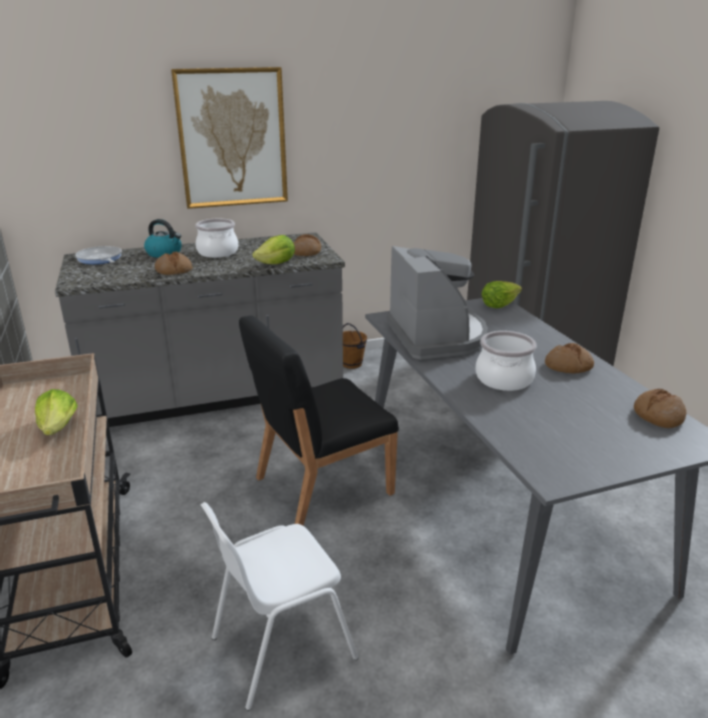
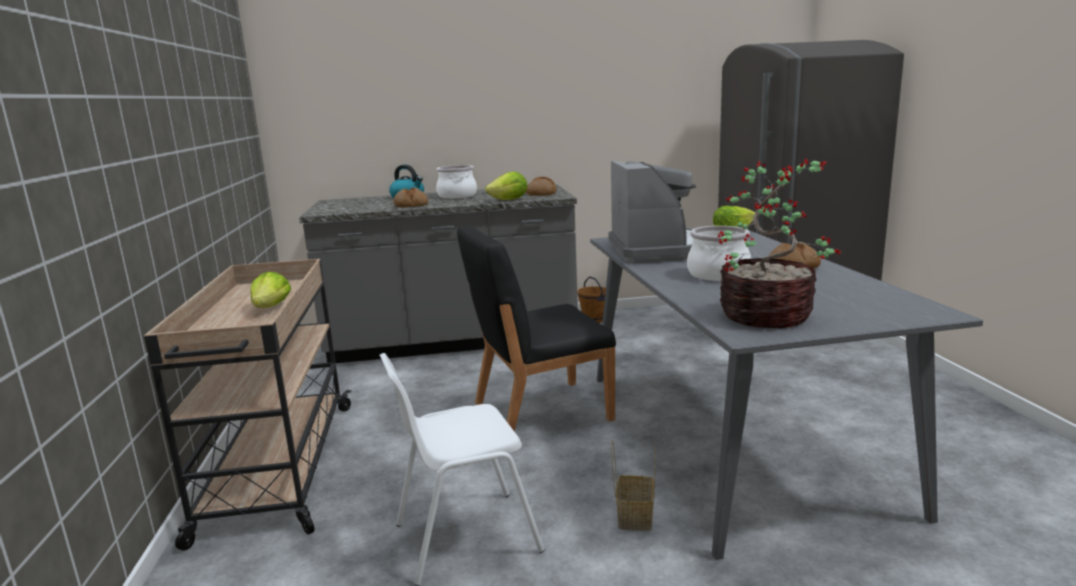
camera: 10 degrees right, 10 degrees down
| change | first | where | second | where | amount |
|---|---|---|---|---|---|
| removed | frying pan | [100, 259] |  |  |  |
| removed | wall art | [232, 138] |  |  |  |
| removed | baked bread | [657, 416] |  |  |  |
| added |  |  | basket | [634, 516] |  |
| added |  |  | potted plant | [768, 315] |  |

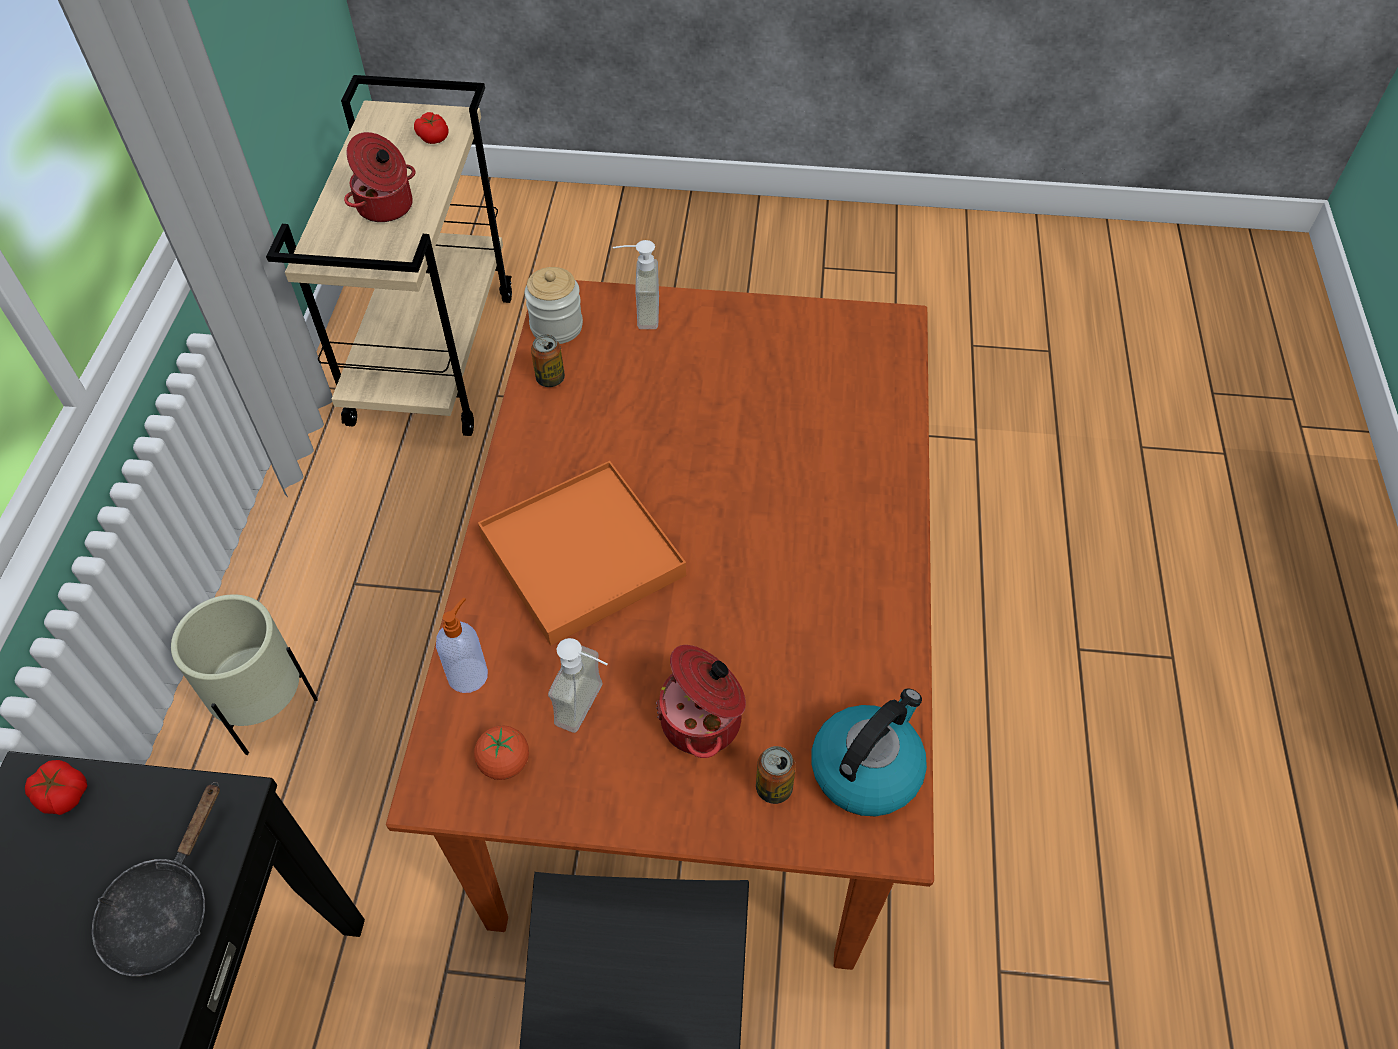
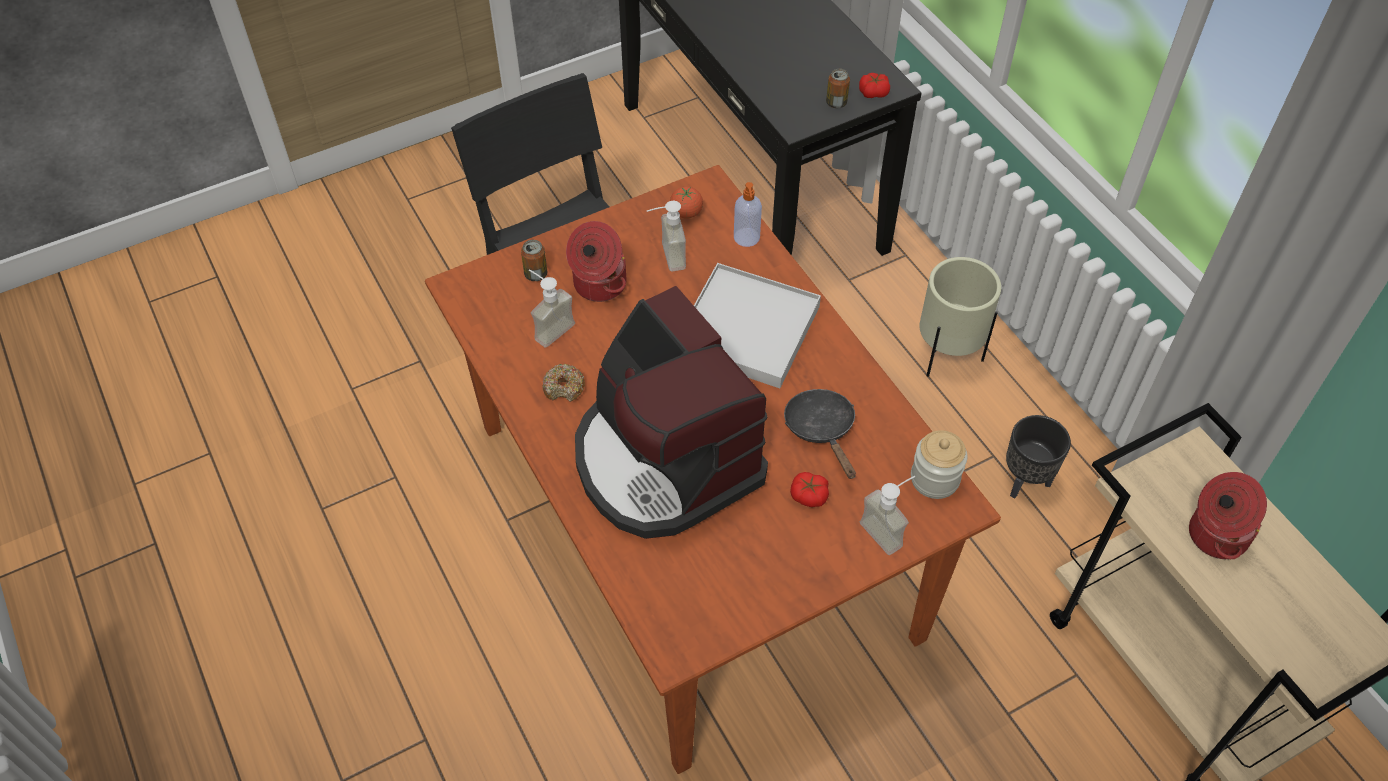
camera: 145 degrees right, 0 degrees up
| change | first | where | second | where | amount |
|---|---|---|---|---|---|
| moved | black-coloured frying pan | [165, 909] |  | [822, 430] |  |
| moved | whole tomato | [433, 137] |  | [809, 495] |  |
| recoloured | orange serving tray | [583, 556] | whitish serving tray | [747, 329] |  |
| moved | sealed can | [550, 379] |  | [836, 103] |  |
| removed | kettle | [866, 768] |  |  |  |
| added |  |  | soap dispenser | [548, 327] |  |
| added |  |  | ring doughnut | [564, 387] |  |
| added |  |  | coffee maker | [664, 461] |  |
| added |  |  | black-coloured plant pot | [1026, 481] |  |

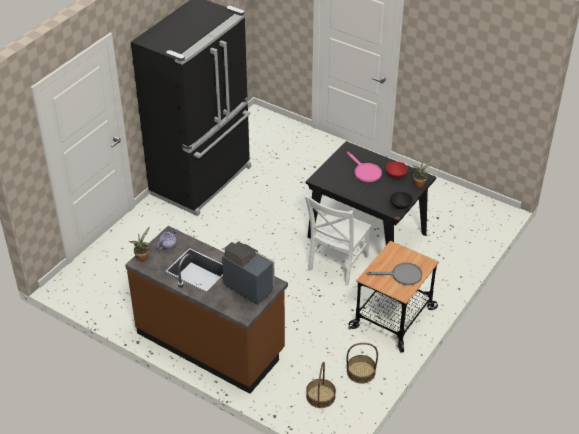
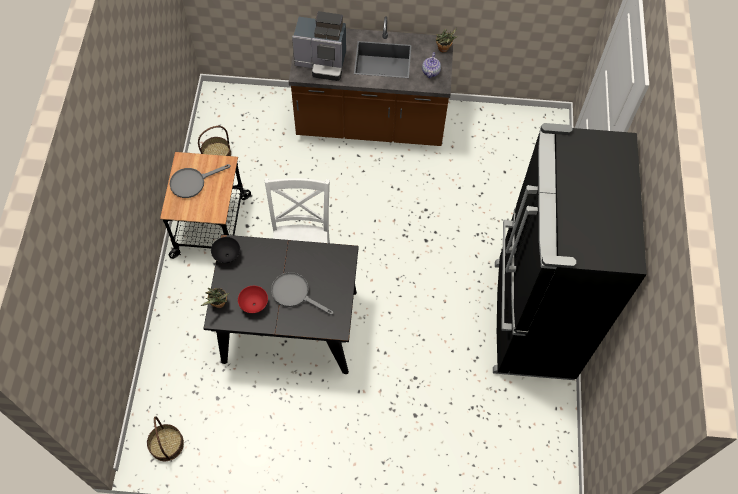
camera: 150 degrees right, 20 degrees up
| change | first | where | second | where | amount |
|---|---|---|---|---|---|
| moved | basket | [320, 396] |  | [166, 444] |  |
| recoloured | pink-coloured frying pan | [365, 172] | grey frying pan | [295, 293] |  |

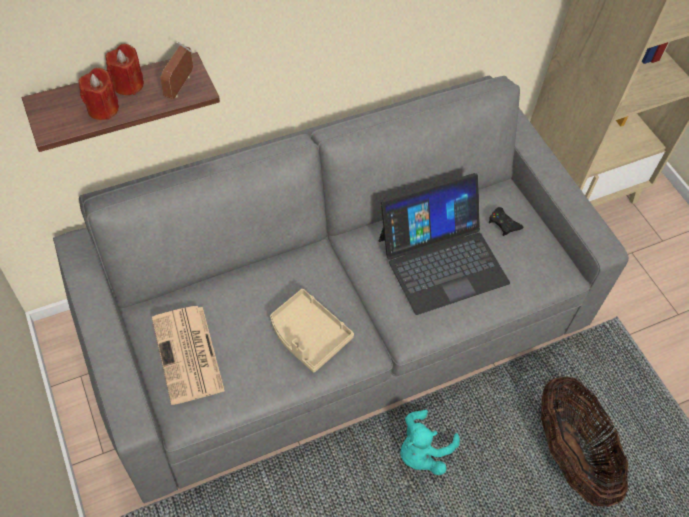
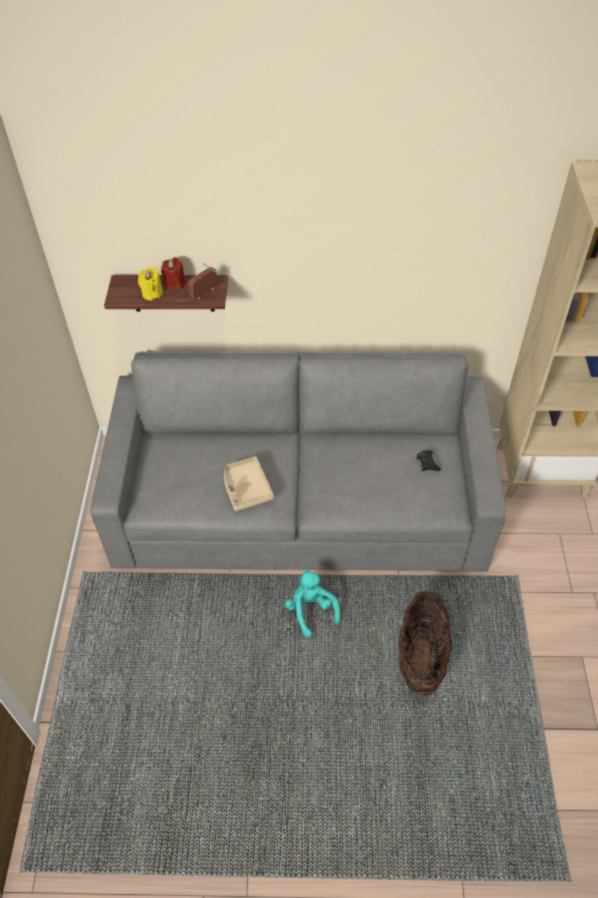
camera: 30 degrees right, 5 degrees down
| change | first | where | second | where | amount |
|---|---|---|---|---|---|
| recoloured | reddish candle | [103, 109] | yellow candle | [152, 294] |  |
| removed | printed paper | [188, 355] |  |  |  |
| removed | portable computer | [442, 260] |  |  |  |
| turned | turquoise-coloured soft toy | [422, 452] |  | [311, 610] | 90 degrees clockwise |

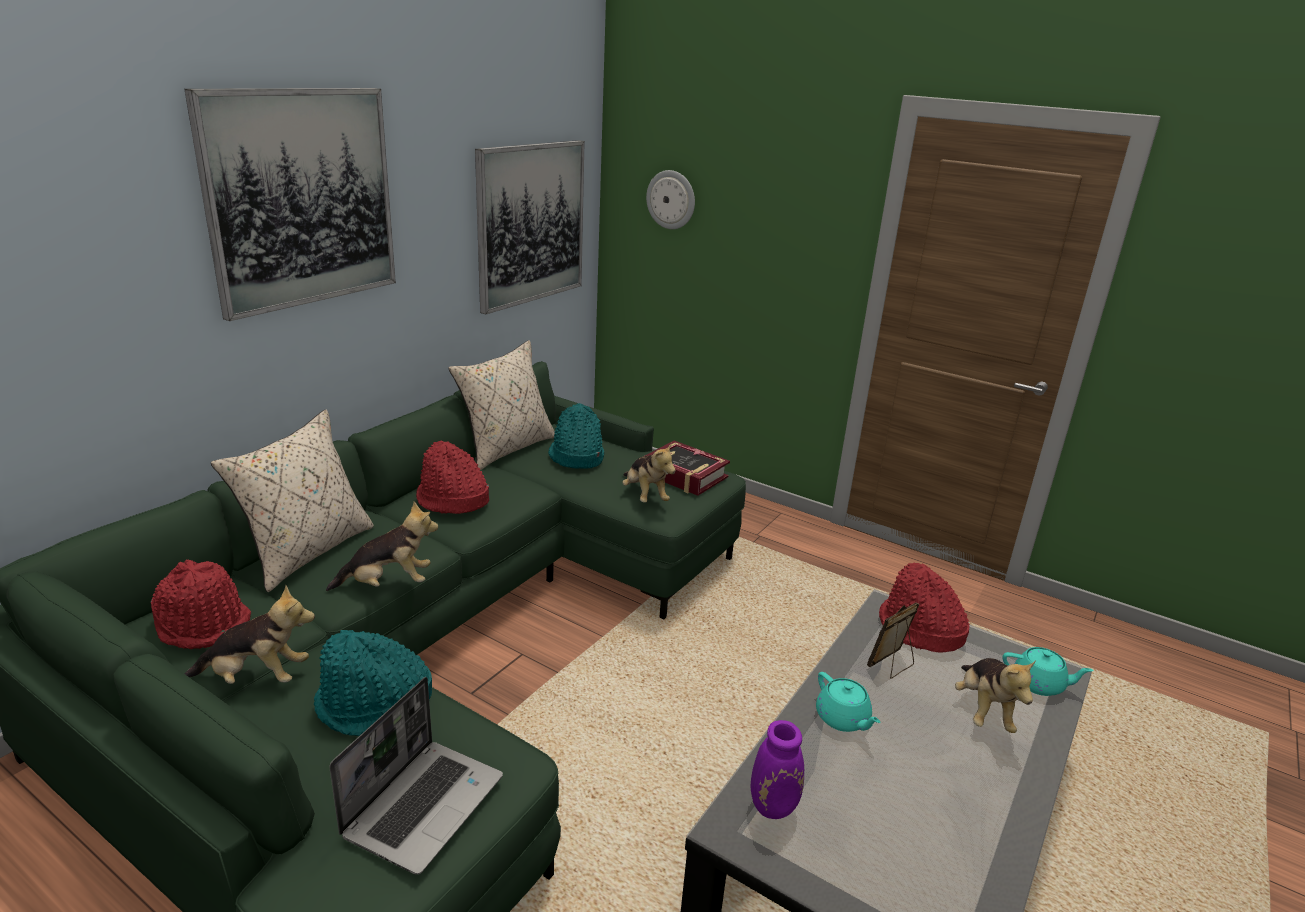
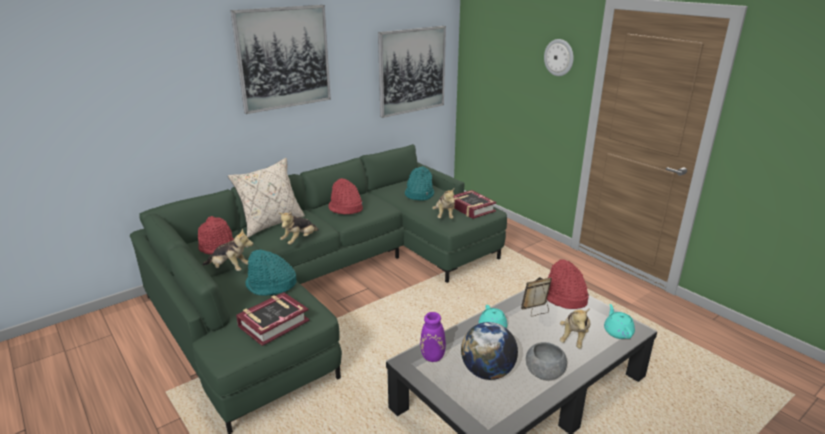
camera: 20 degrees right, 0 degrees up
| change | first | where | second | where | amount |
|---|---|---|---|---|---|
| turned | soft toy | [388, 584] |  | [299, 240] | 120 degrees clockwise |
| replaced | portable computer | [424, 804] | volume | [273, 323] |  |
| removed | sand-coloured cushion | [506, 448] |  |  |  |
| moved | clock on the wall | [671, 199] |  | [559, 57] |  |
| turned | turquoise-coloured teapot | [1039, 684] |  | [617, 332] | 135 degrees counterclockwise |
| added |  |  | world globe | [487, 372] |  |
| added |  |  | grey deep dish | [544, 373] |  |

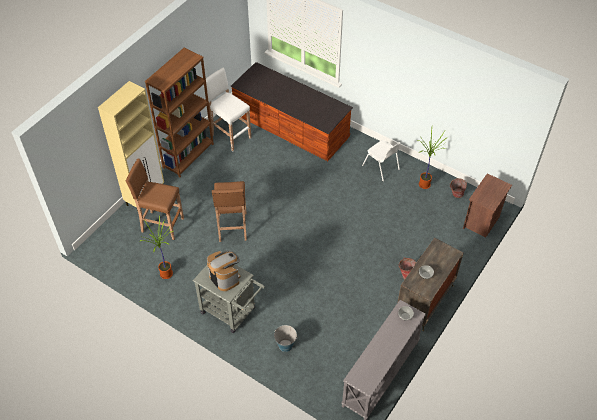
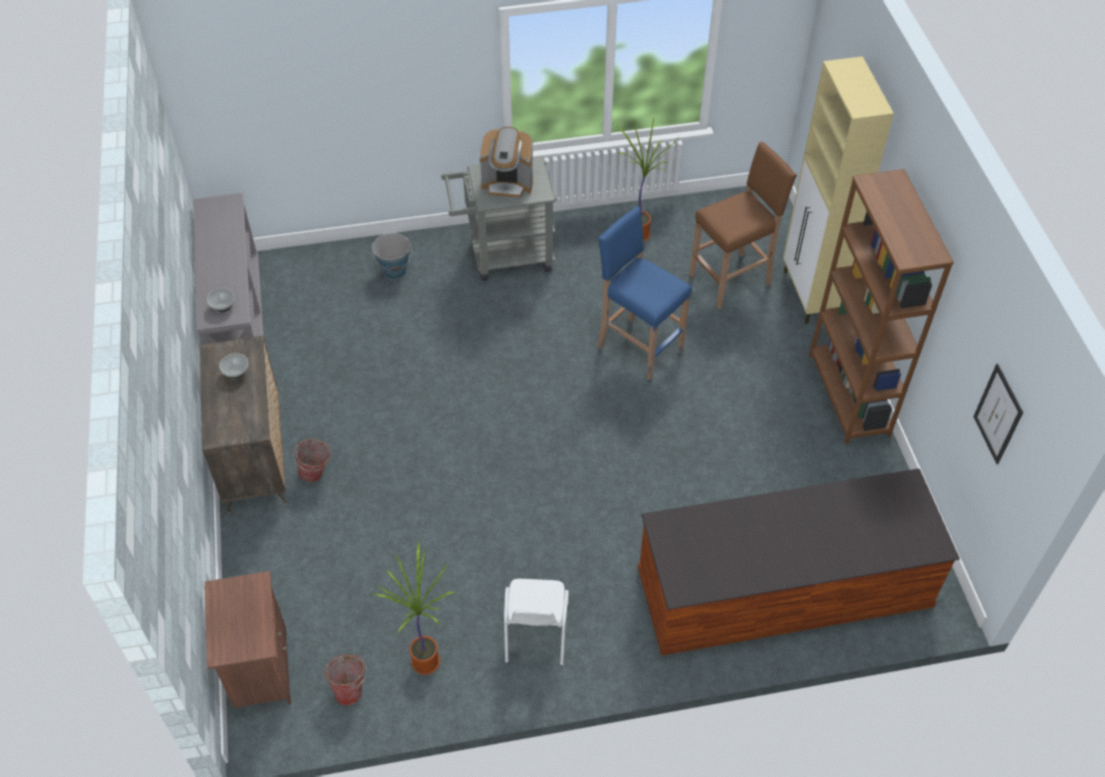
camera: 135 degrees right, 0 degrees up
| change | first | where | second | where | amount |
|---|---|---|---|---|---|
| removed | whitish stool | [230, 136] |  |  |  |
| recoloured | brown stool | [232, 228] | blue stool | [638, 347] |  |
| turned | whitish plain chair | [381, 167] |  | [535, 633] | 90 degrees counterclockwise |
| added |  |  | wall art | [998, 414] |  |

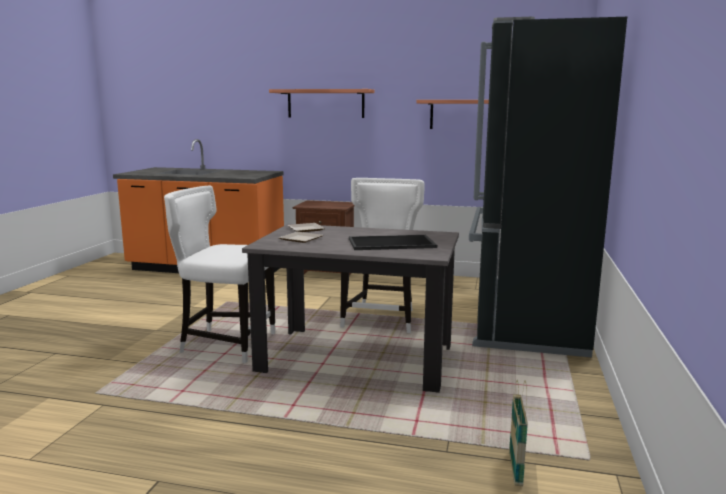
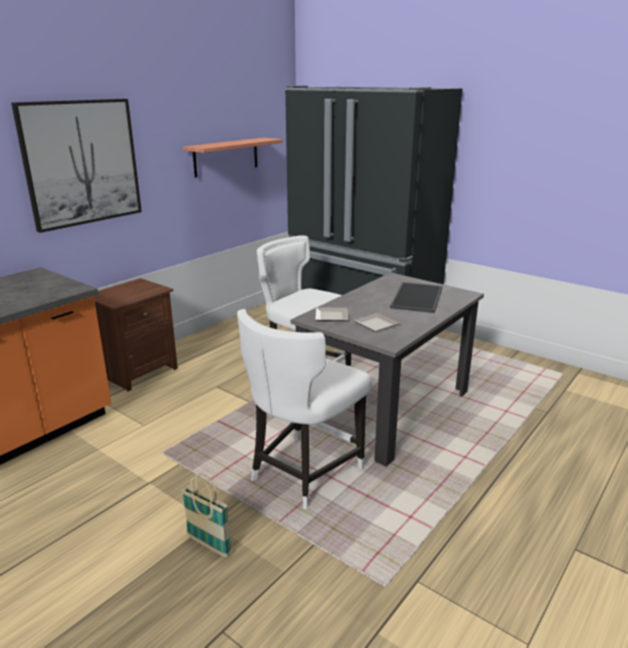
camera: 65 degrees left, 10 degrees up
| change | first | where | second | where | amount |
|---|---|---|---|---|---|
| replaced | wall shelf | [325, 103] | wall art | [82, 163] |  |
| moved | basket | [515, 469] |  | [209, 545] |  |

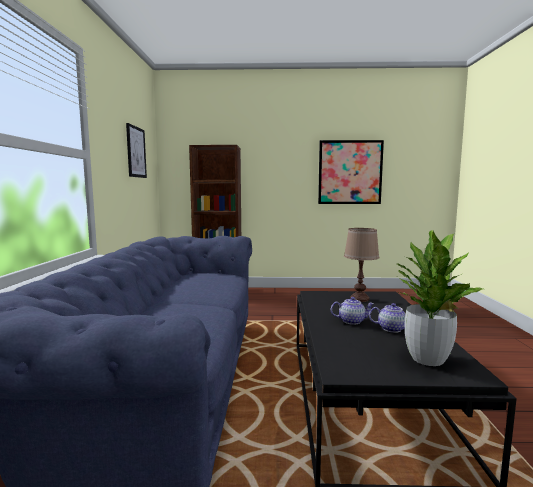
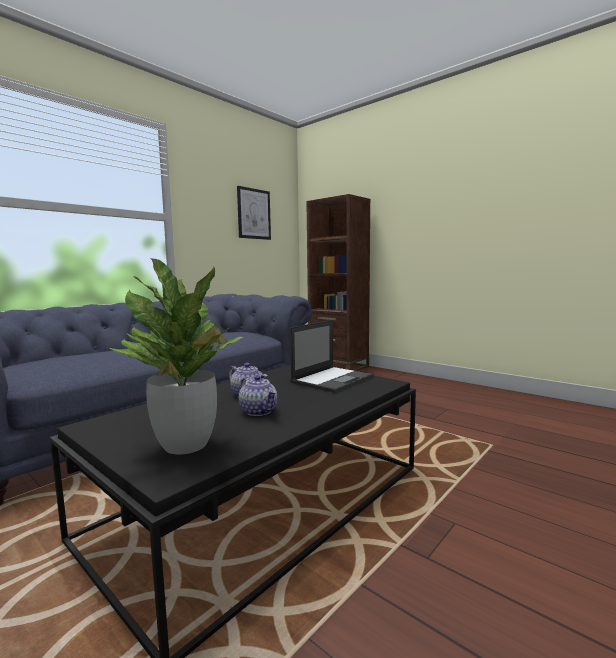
camera: 40 degrees right, 0 degrees up
| change | first | where | second | where | amount |
|---|---|---|---|---|---|
| removed | wall art | [350, 172] |  |  |  |
| replaced | brown tabletop lamp | [359, 299] | portable computer | [333, 379] |  |

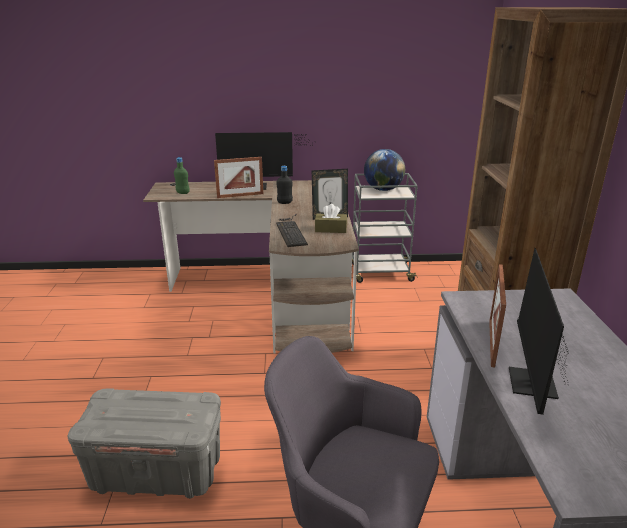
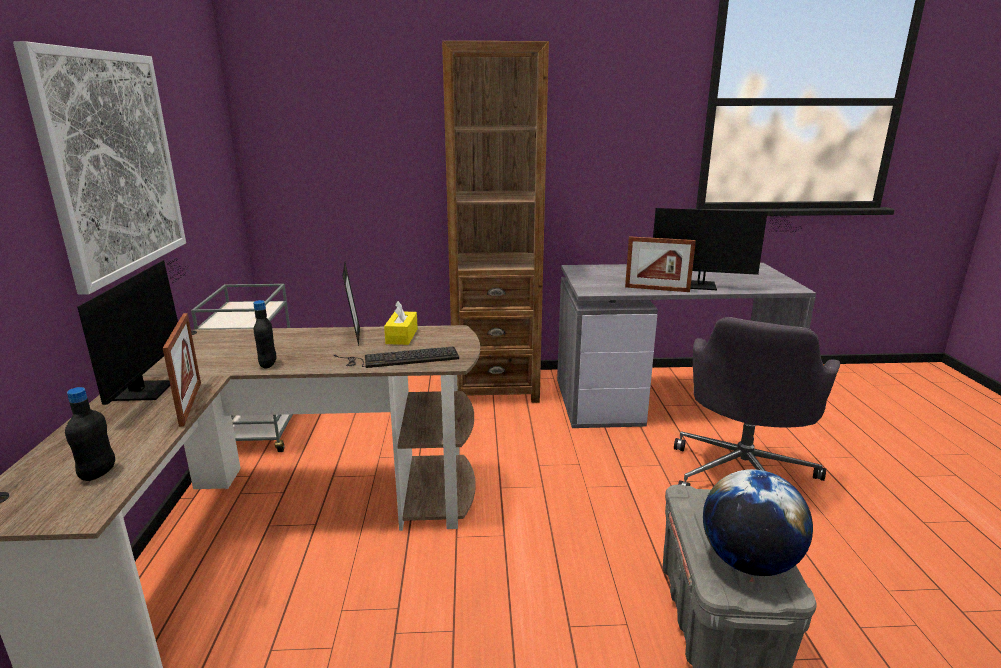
camera: 90 degrees left, 5 degrees down
| change | first | where | second | where | amount |
|---|---|---|---|---|---|
| recoloured | green-coloured bottle | [183, 193] | black-coloured bottle | [98, 473] |  |
| recoloured | brown box of tissues | [331, 229] | yellow box of tissues | [402, 336] |  |
| moved | world globe | [383, 189] |  | [748, 562] |  |
| added |  |  | wall art | [113, 164] |  |

